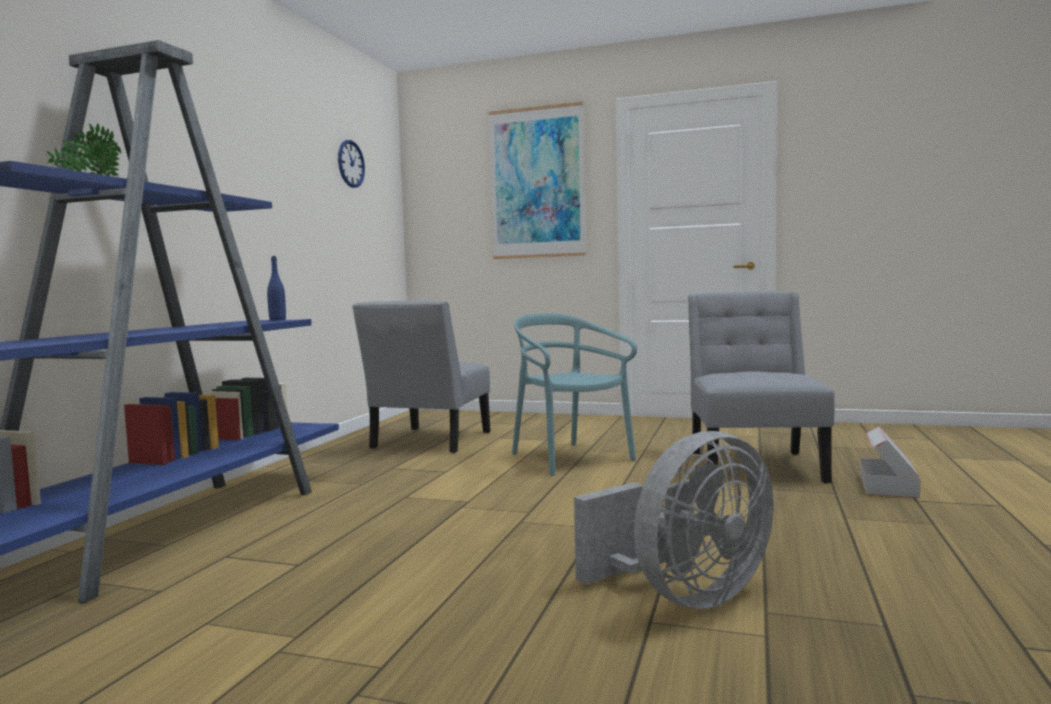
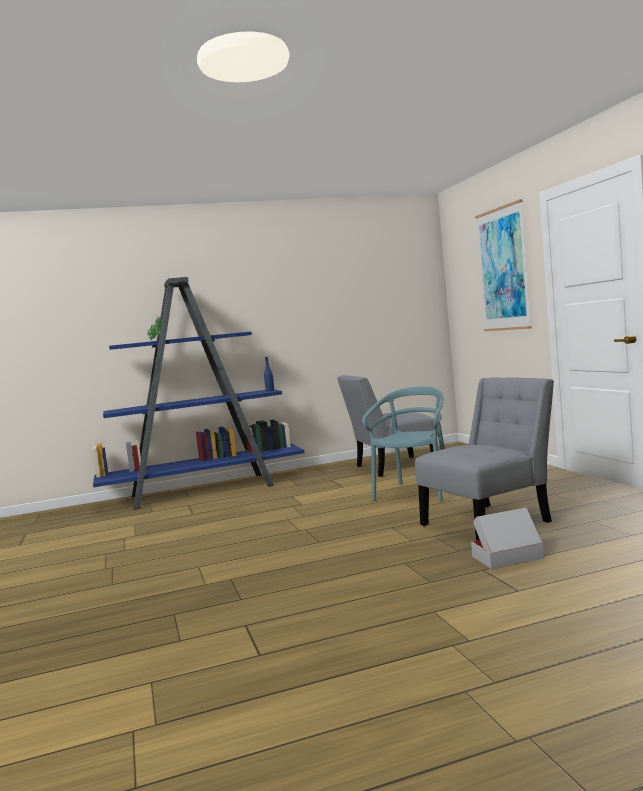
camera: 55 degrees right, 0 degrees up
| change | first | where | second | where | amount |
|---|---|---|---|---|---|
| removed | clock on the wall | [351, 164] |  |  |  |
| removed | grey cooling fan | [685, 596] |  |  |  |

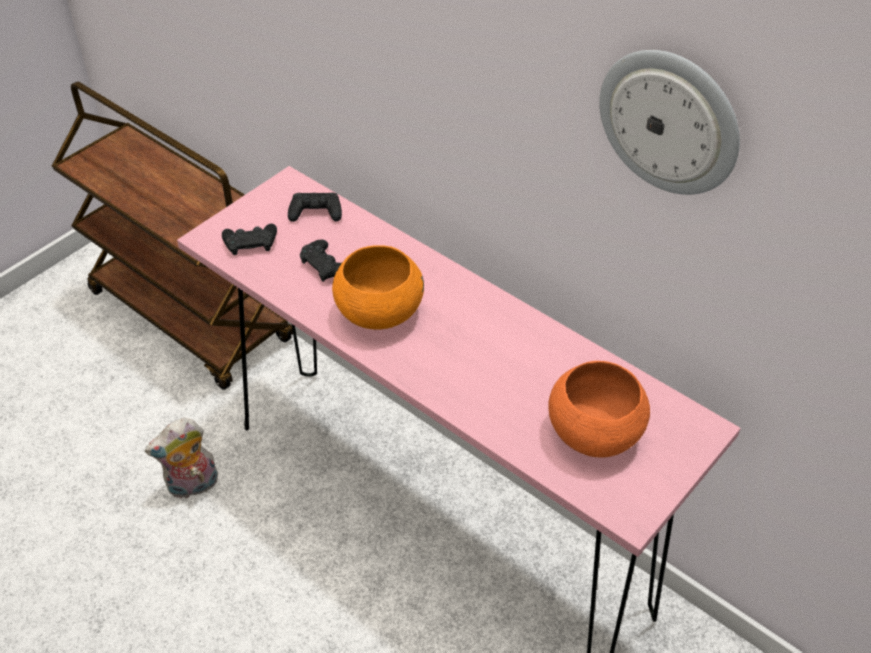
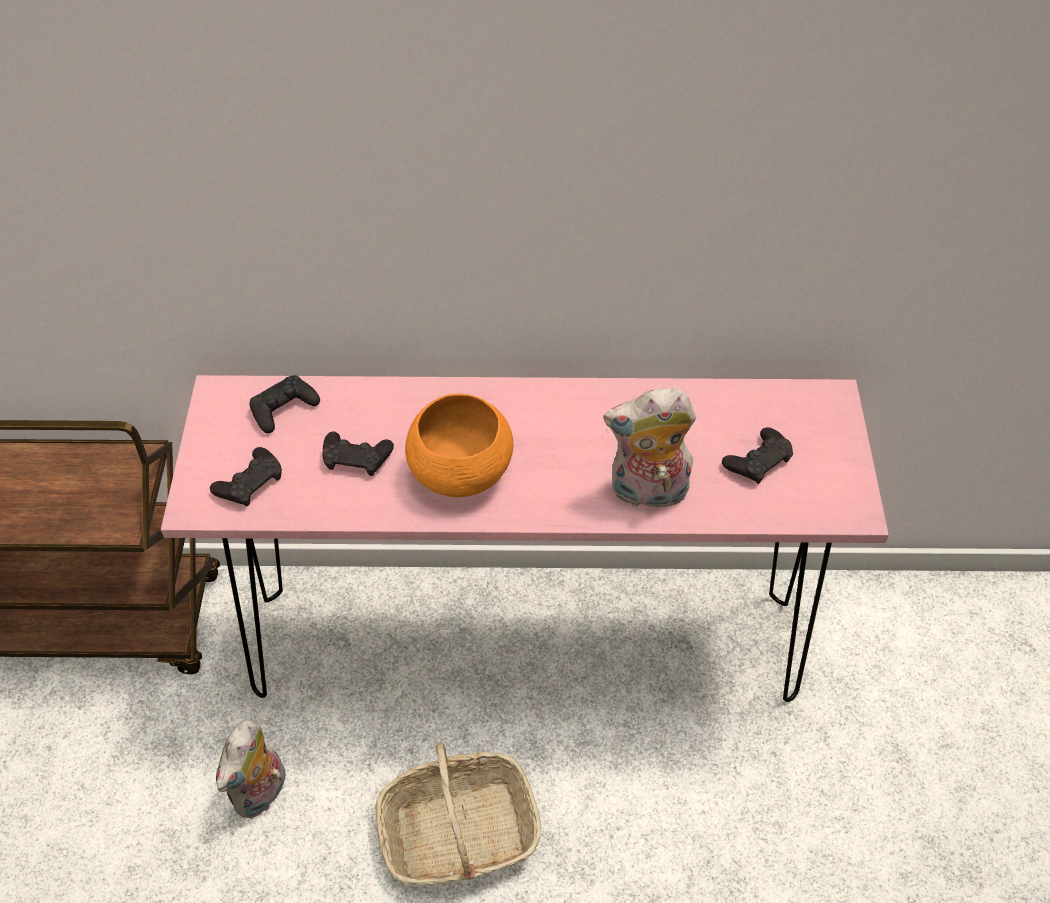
camera: 40 degrees left, 5 degrees up
| change | first | where | second | where | amount |
|---|---|---|---|---|---|
| replaced | orange deep dish | [593, 434] | black-coloured gamepad | [758, 461] |  |
| removed | clock on the wall | [670, 121] |  |  |  |
| added |  |  | basket | [458, 833] |  |
| added |  |  | soft toy | [647, 493] |  |

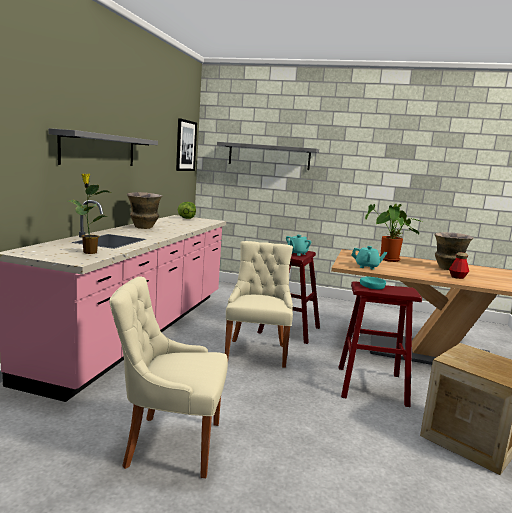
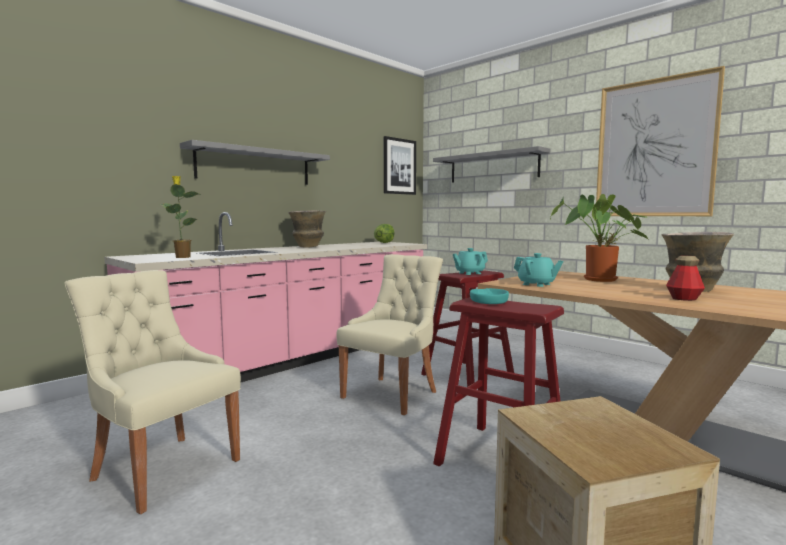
camera: 30 degrees right, 5 degrees down
| change | first | where | second | where | amount |
|---|---|---|---|---|---|
| added |  |  | wall art | [654, 148] |  |

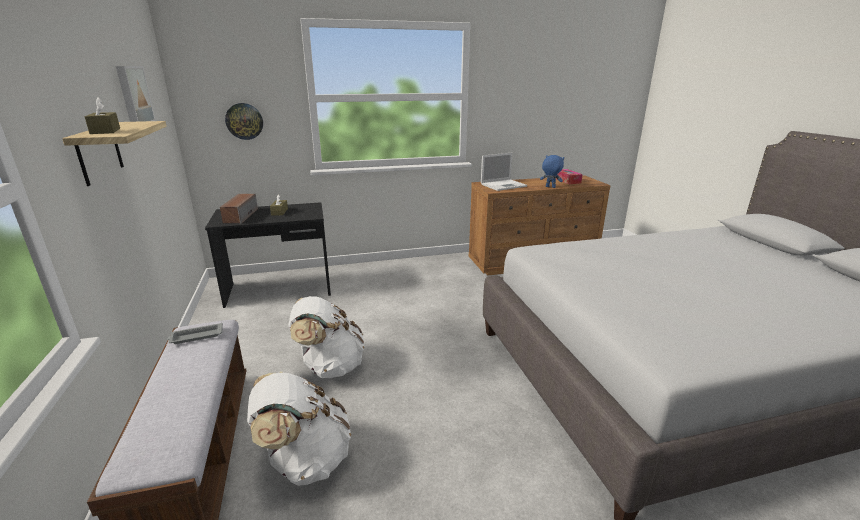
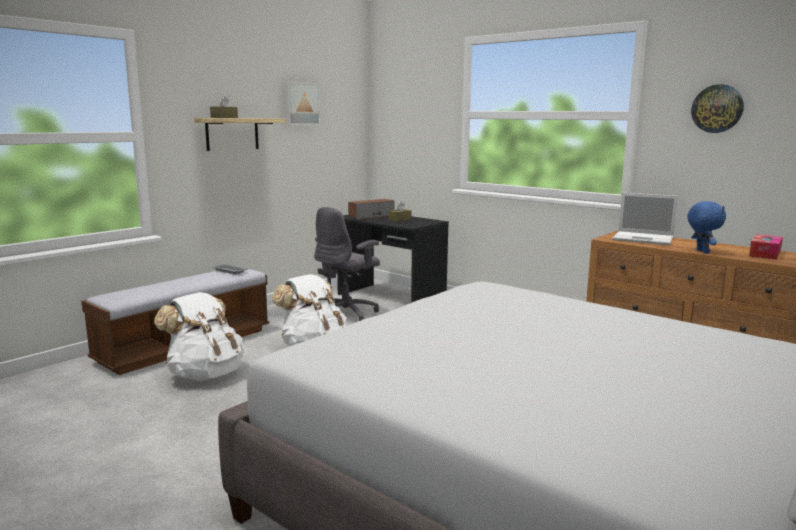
camera: 55 degrees right, 10 degrees down
| change | first | where | second | where | amount |
|---|---|---|---|---|---|
| moved | clock on the wall | [244, 121] |  | [717, 108] |  |
| added |  |  | grey desk chair | [346, 314] |  |

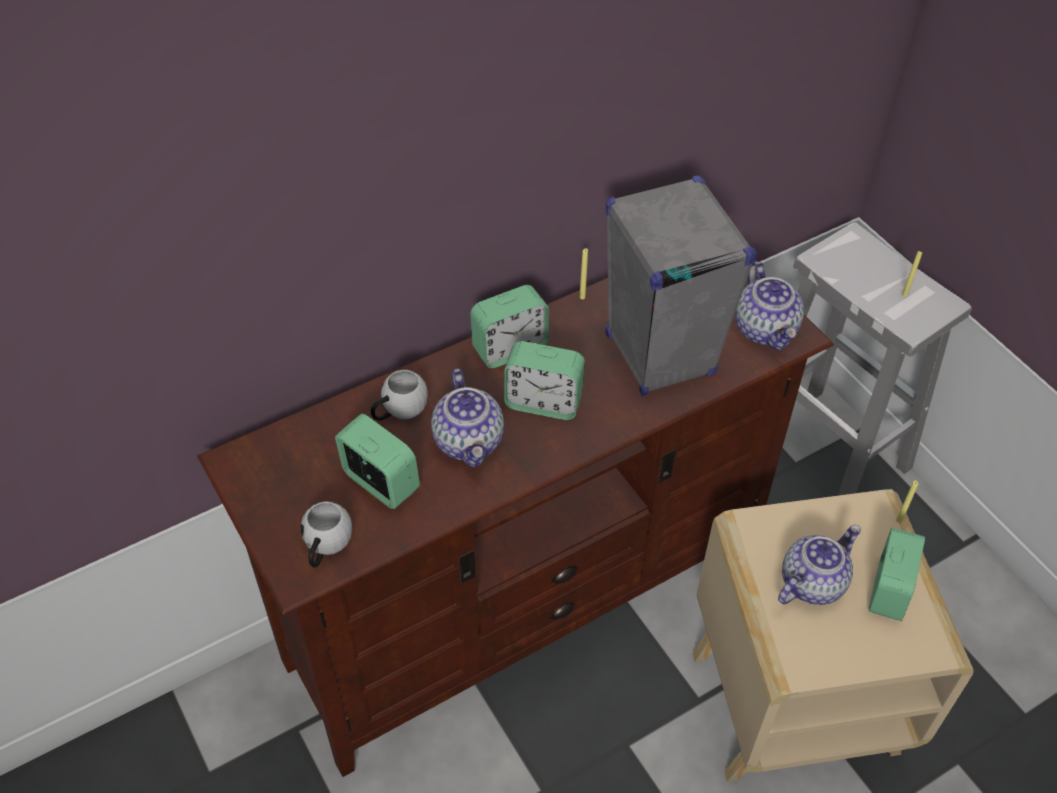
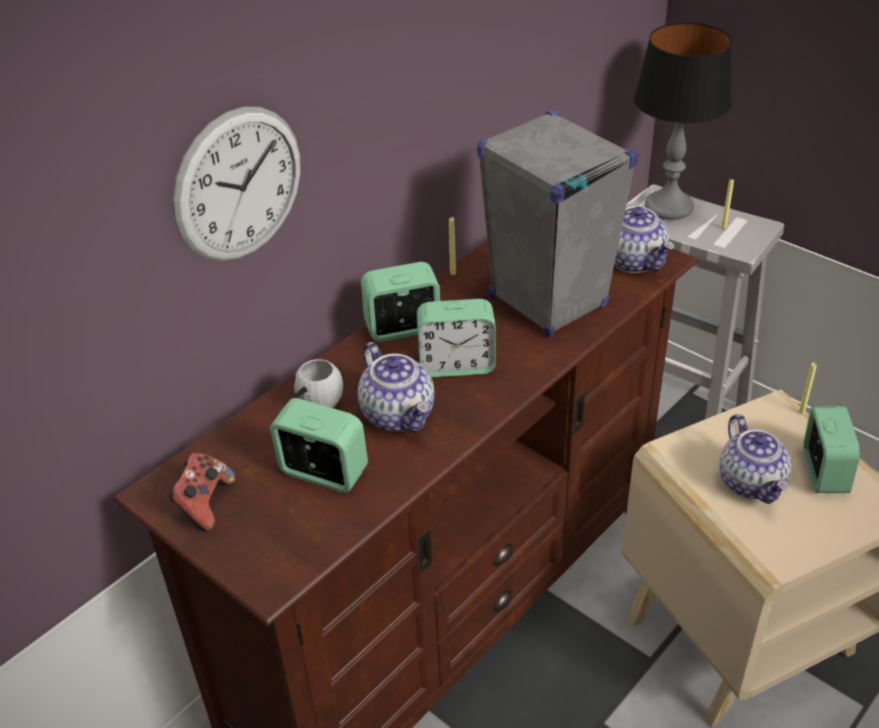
camera: 15 degrees left, 10 degrees down
| change | first | where | second | where | amount |
|---|---|---|---|---|---|
| removed | whitish coffee mug | [325, 548] |  |  |  |
| turned | bedside clock | [509, 348] |  | [403, 328] | 150 degrees counterclockwise |
| turned | teapot | [812, 582] |  | [752, 483] | 135 degrees clockwise |
| added |  |  | gamepad | [204, 504] |  |
| added |  |  | clock on the wall | [239, 185] |  |
| added |  |  | tabletop lamp | [669, 207] |  |

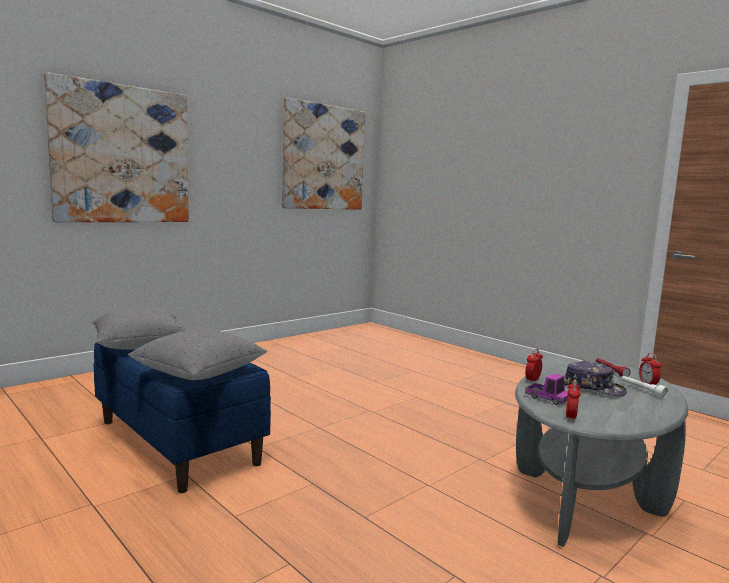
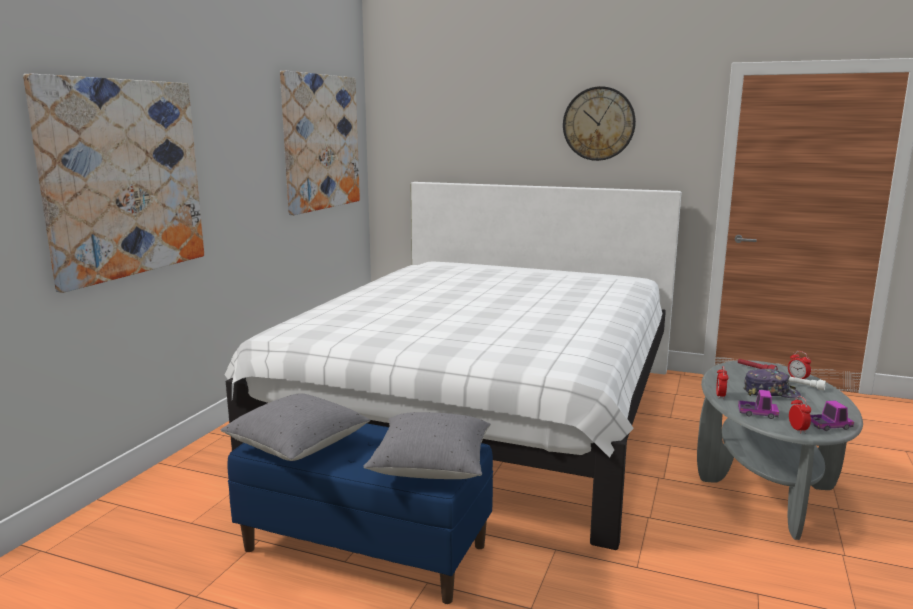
camera: 25 degrees left, 5 degrees up
| change | first | where | second | where | amount |
|---|---|---|---|---|---|
| added |  |  | whitish bed | [482, 413] |  |
| added |  |  | clock on the wall | [598, 123] |  |
| added |  |  | model truck | [828, 426] |  |

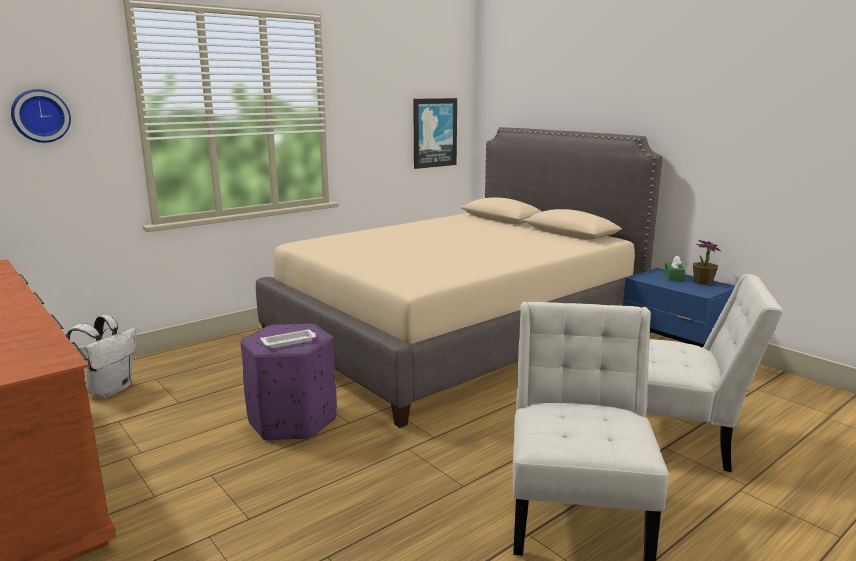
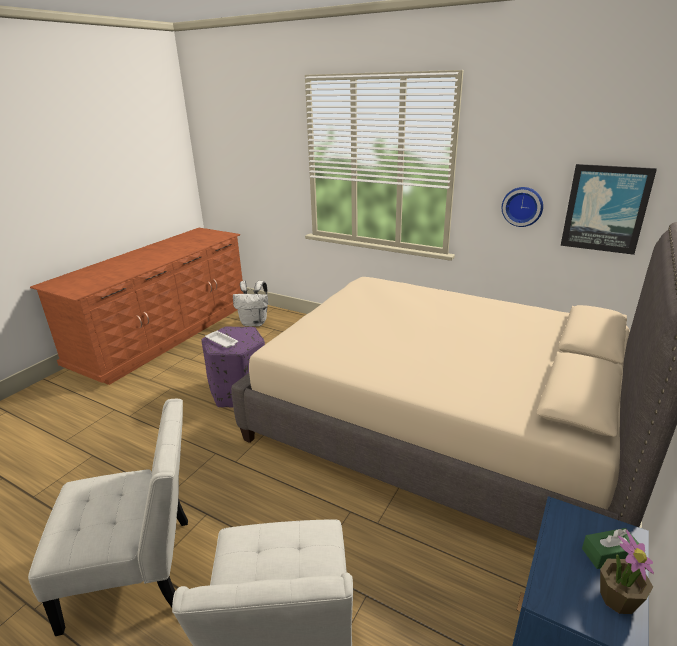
camera: 70 degrees right, 10 degrees up
| change | first | where | second | where | amount |
|---|---|---|---|---|---|
| moved | clock on the wall | [40, 116] |  | [522, 206] |  |

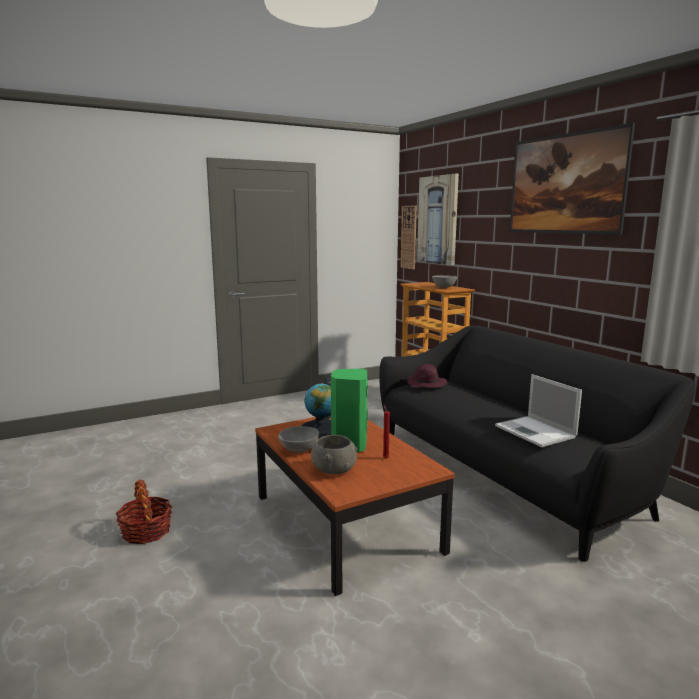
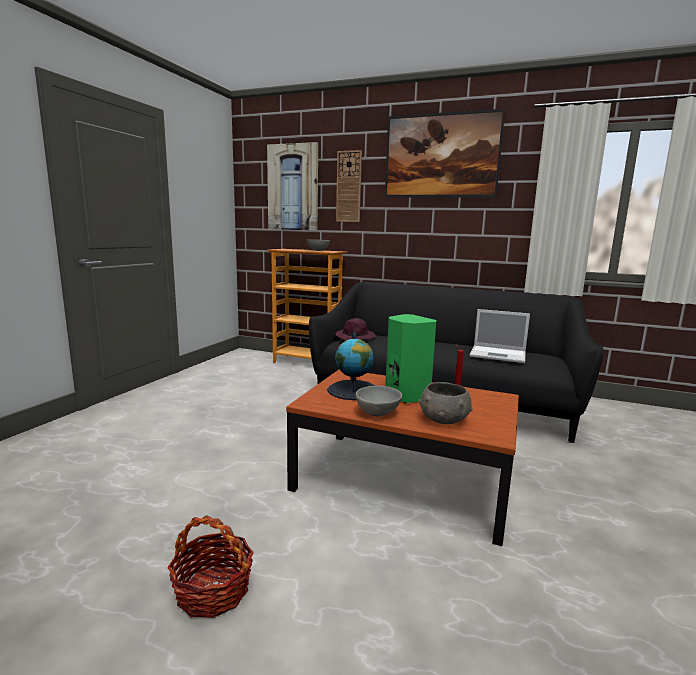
camera: 40 degrees left, 0 degrees up
| change | first | where | second | where | amount |
|---|---|---|---|---|---|
| moved | clock on the wall | [409, 237] |  | [349, 187] |  |

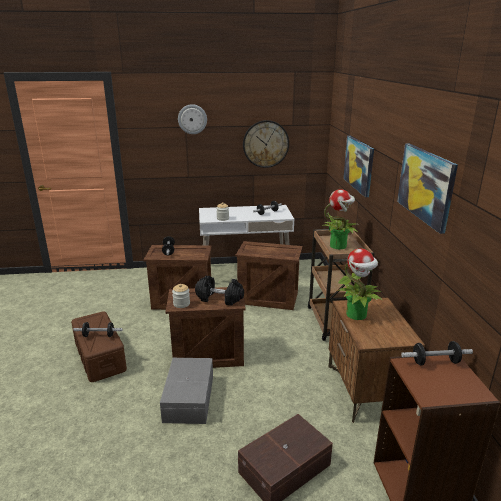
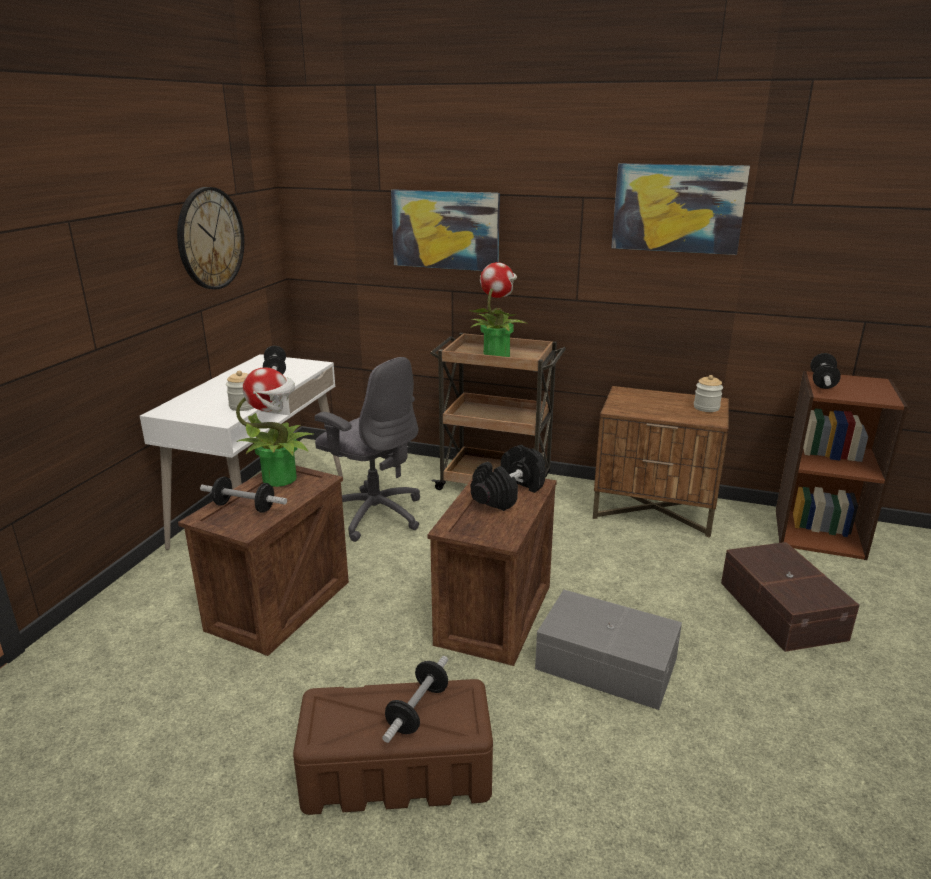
camera: 65 degrees left, 0 degrees up
| change | first | where | second | where | amount |
|---|---|---|---|---|---|
| moved | storage jar | [181, 304] |  | [706, 408] |  |
| removed | clock on the wall | [192, 119] |  |  |  |
| replaced | crate | [267, 298] | grey desk chair | [374, 514] |  |
| moved | potted plant | [357, 314] |  | [281, 478] |  |

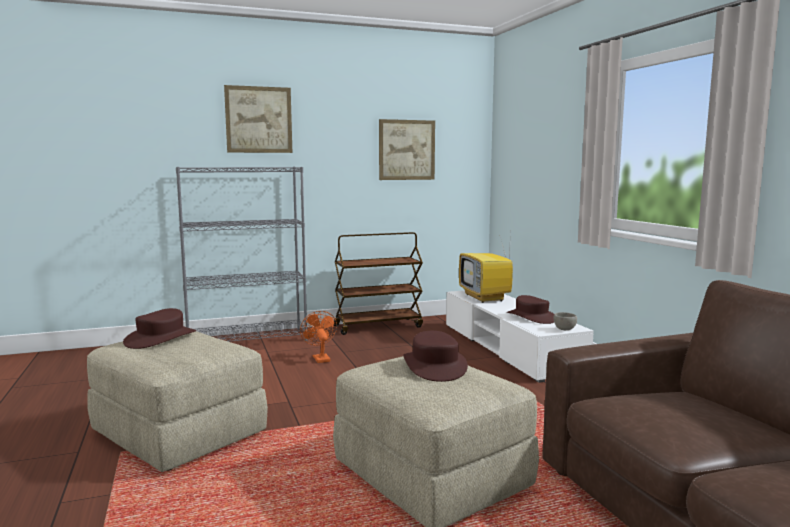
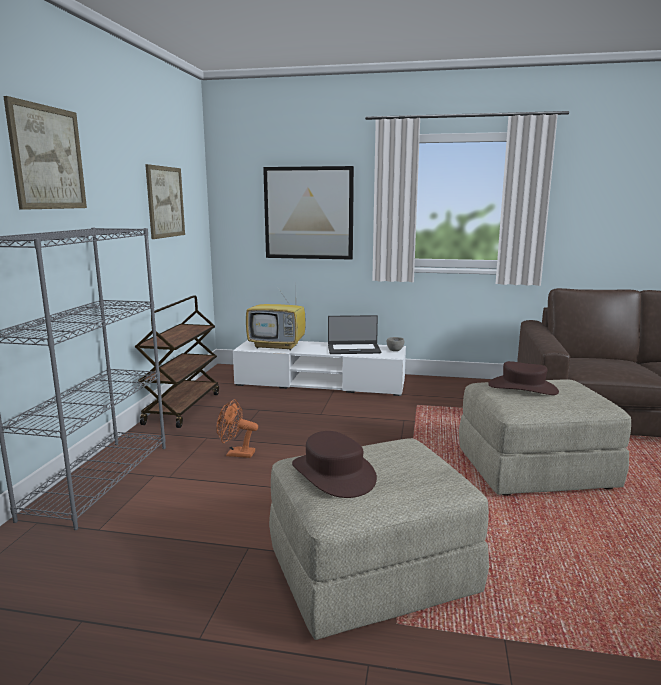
camera: 60 degrees left, 5 degrees up
| change | first | where | second | where | amount |
|---|---|---|---|---|---|
| replaced | brown clothing hat | [531, 317] | portable computer | [353, 349] |  |
| added |  |  | wall art | [309, 213] |  |

